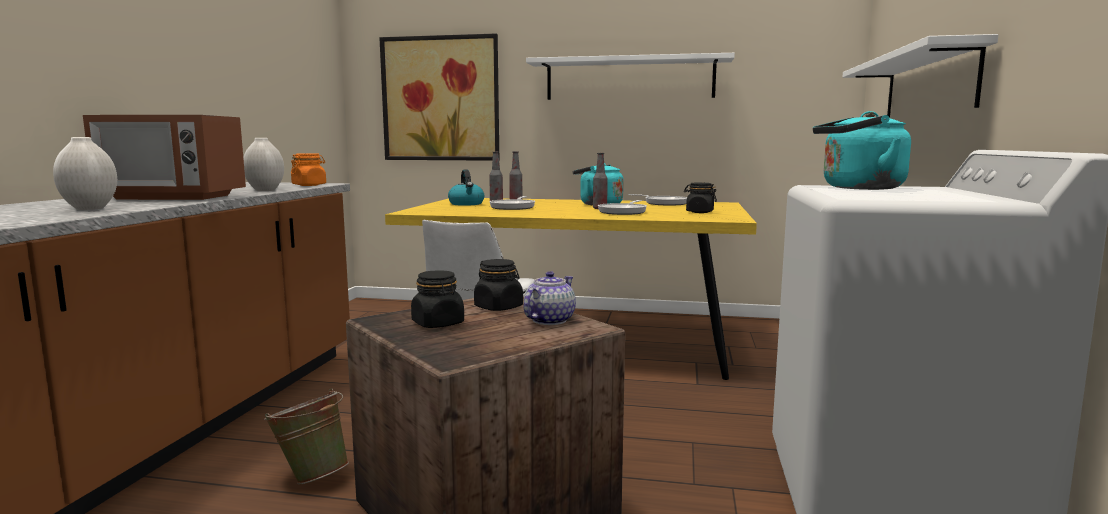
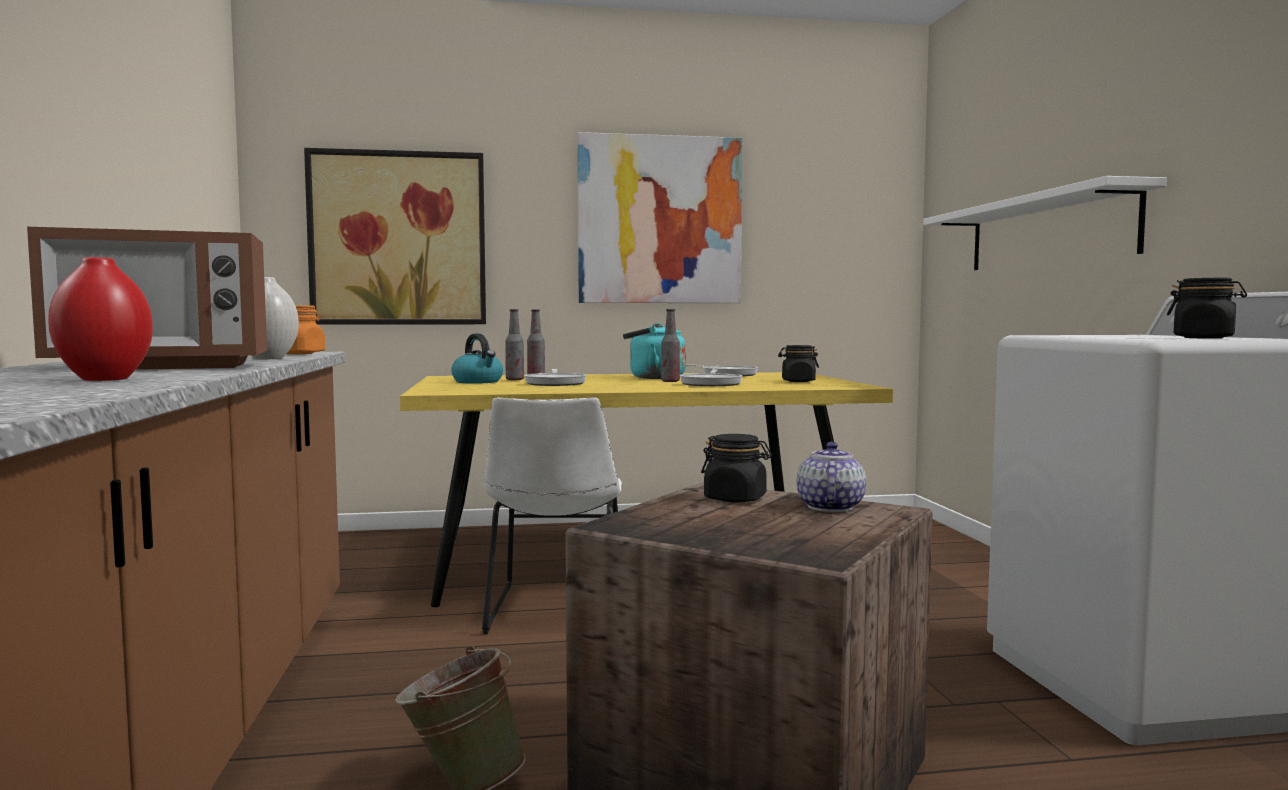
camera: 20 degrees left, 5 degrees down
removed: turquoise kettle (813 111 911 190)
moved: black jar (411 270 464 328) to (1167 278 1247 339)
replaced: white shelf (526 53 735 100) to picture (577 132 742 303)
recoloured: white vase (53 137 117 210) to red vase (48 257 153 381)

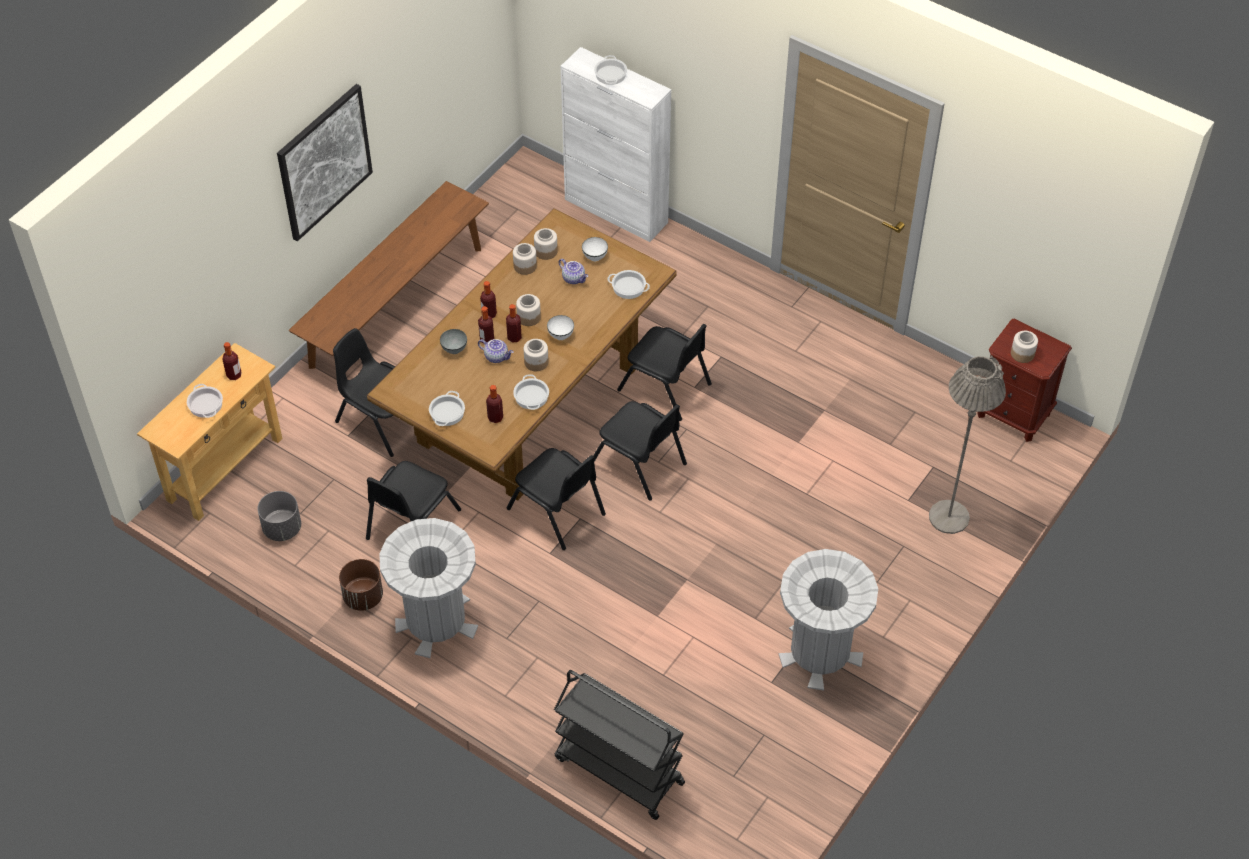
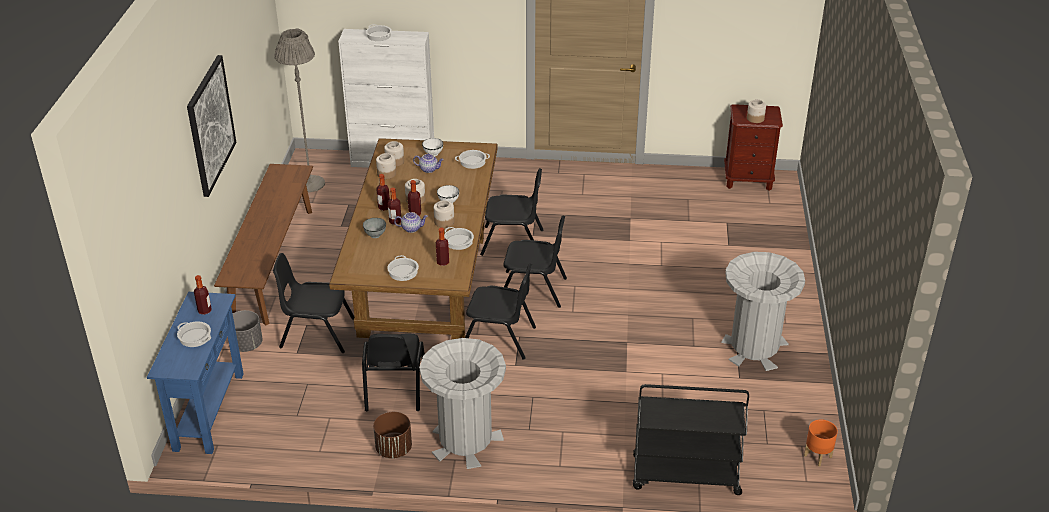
camera: 30 degrees left, 15 degrees down
added: orange planter (804 419 838 467)
moved: grey planter (257 491 301 541) to (233 310 263 352); grey floor lamp (929 355 1006 534) to (274 28 325 192)
recoloured: beige console table (137 343 282 521) to blue console table (147 292 244 454)

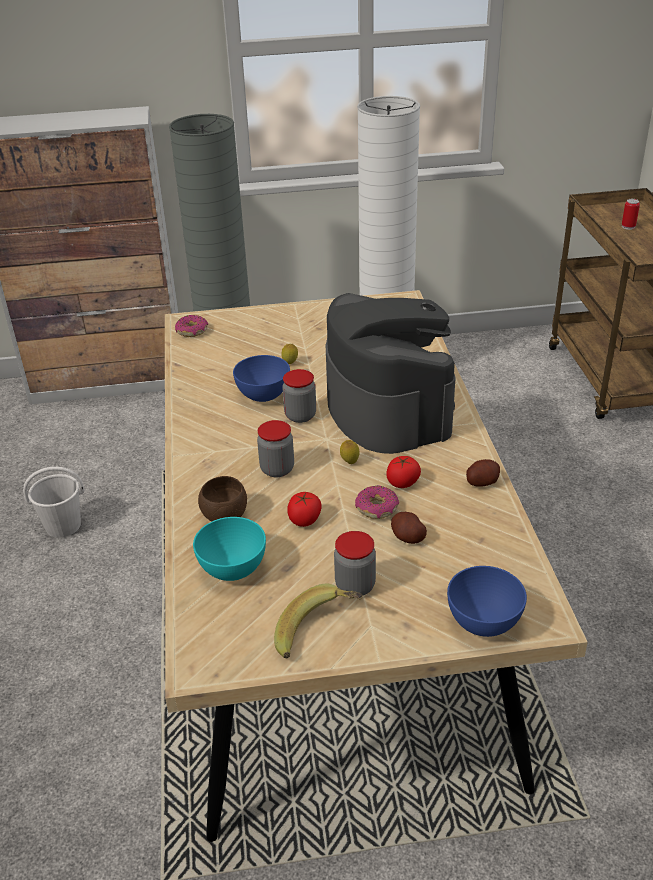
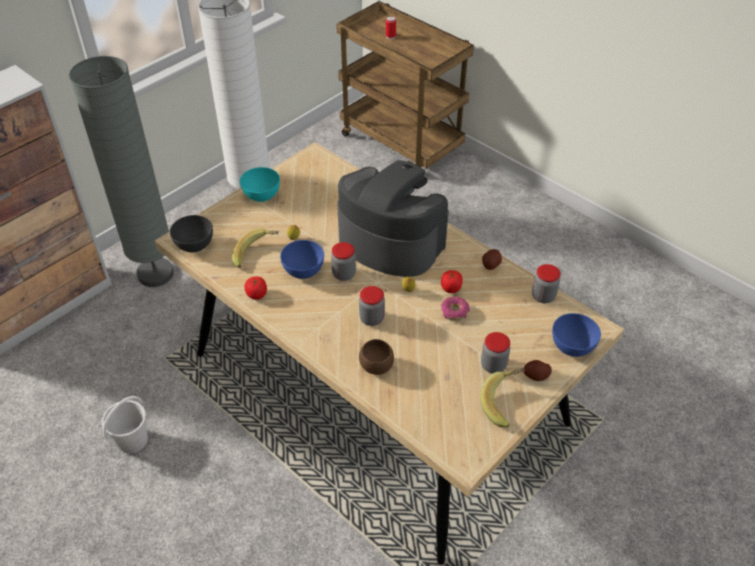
camera: 40 degrees left, 10 degrees up
added: banana (232 228 279 268); jar (532 264 561 303)
moved: turquoise bowl (193 517 266 581) to (240 167 280 202); tomato (287 492 322 527) to (245 276 267 300); potato (391 512 427 544) to (524 360 552 381)
replaced: donut (175 315 208 337) to grey bowl (170 215 213 252)

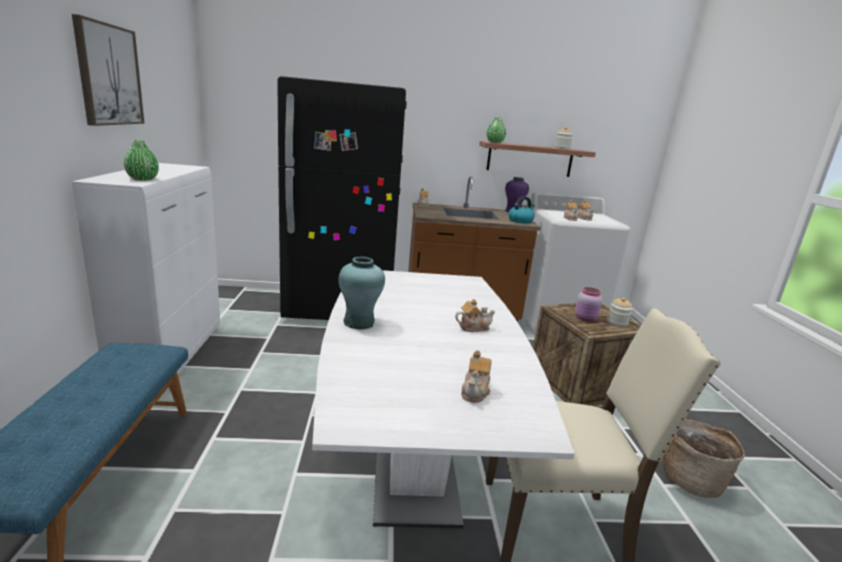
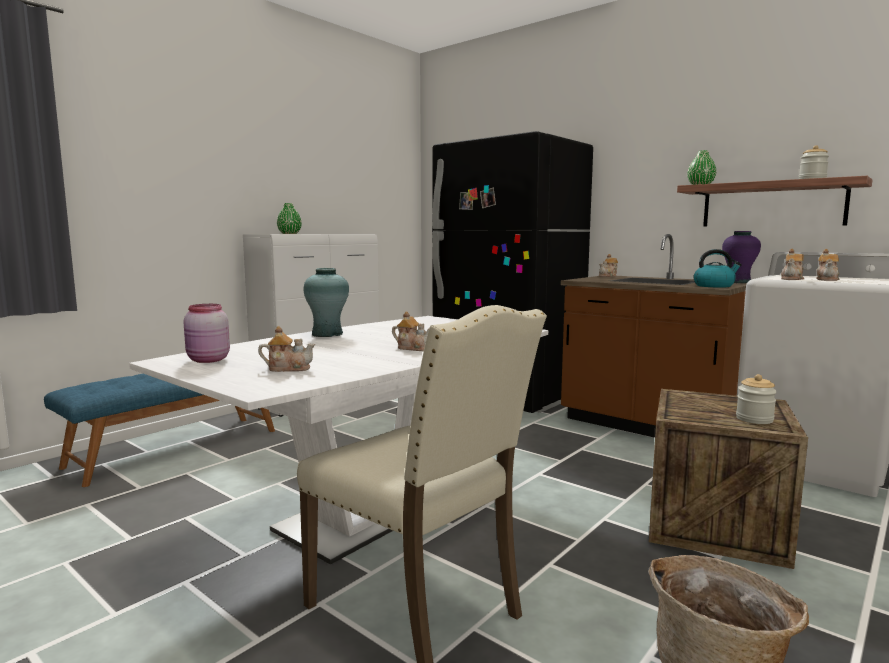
camera: 45 degrees right, 10 degrees down
removed: picture (72 14 145 126)
moved: pink jar (575 287 602 322) to (184 304 230 363)
turned: teapot (461 350 492 403) = (258 326 315 372) 150 degrees counterclockwise

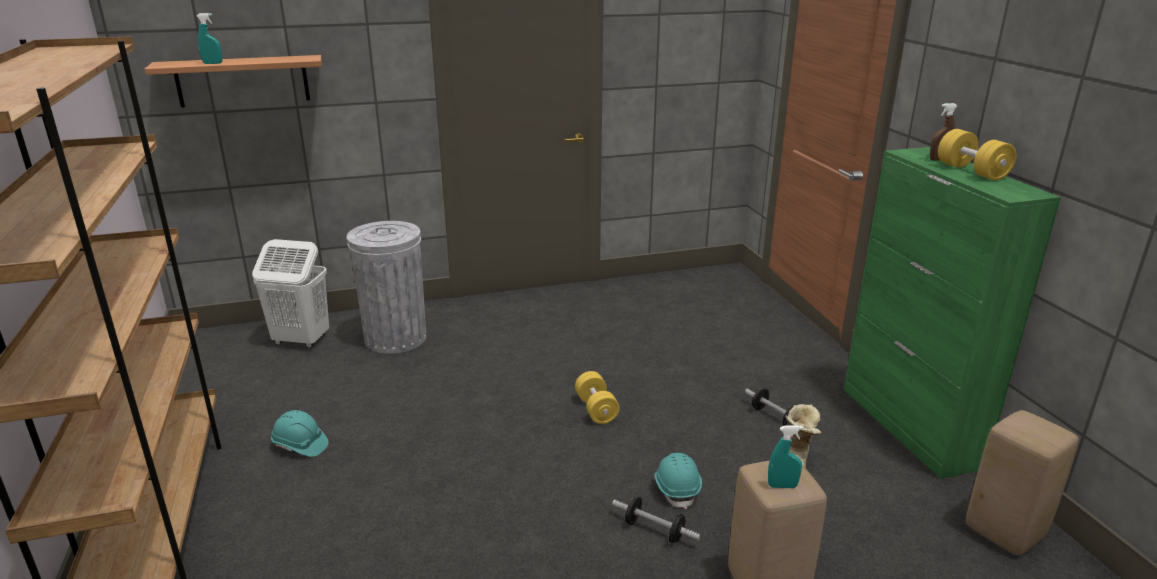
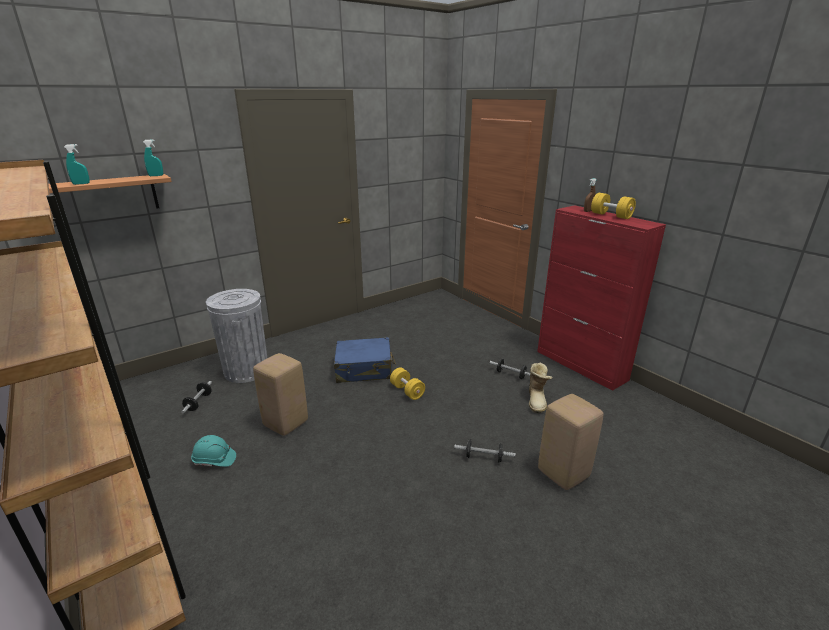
camera: 20 degrees left, 0 degrees up
removed: white laundry basket (252 239 329 348); turquoise hard hat (654 453 702 509)
added: dumbbell (181 381 212 413); blue suitcase (334 337 396 383)
moved: turquoise spray bottle (768 425 804 488) to (143 140 163 176); beige stool (966 410 1079 555) to (253 353 308 436)
recoloured: green cabinet (844 147 1061 479) to red cabinet (537 205 666 391)

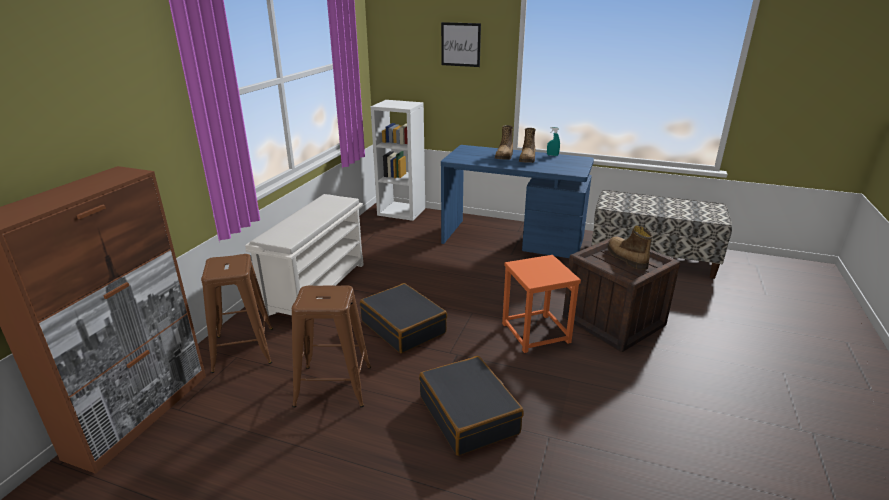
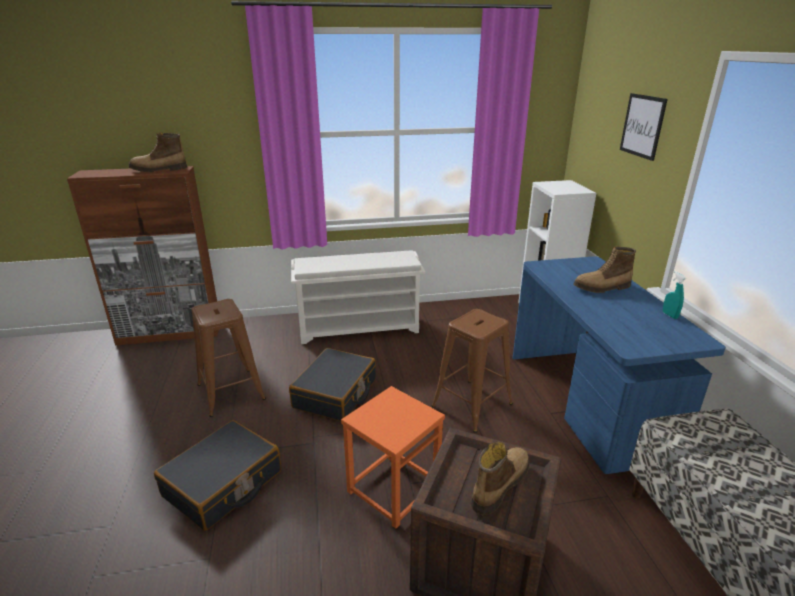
camera: 60 degrees right, 0 degrees up
moved: boot (519 128 536 163) to (129 132 187 172); brown stool (201 254 273 373) to (431 309 513 433)

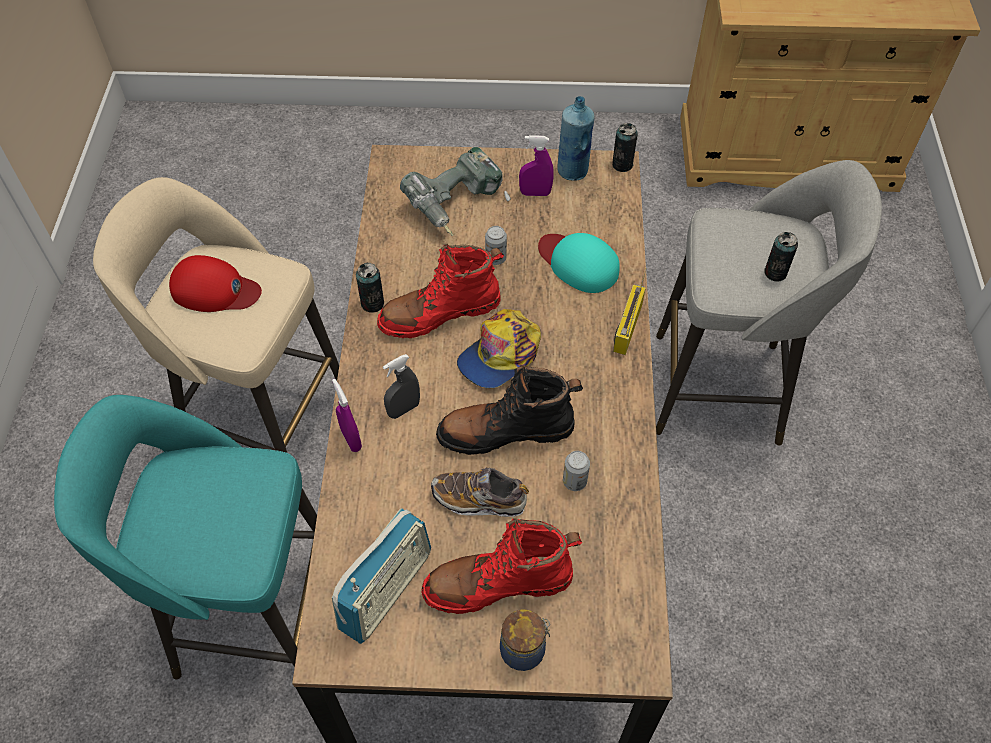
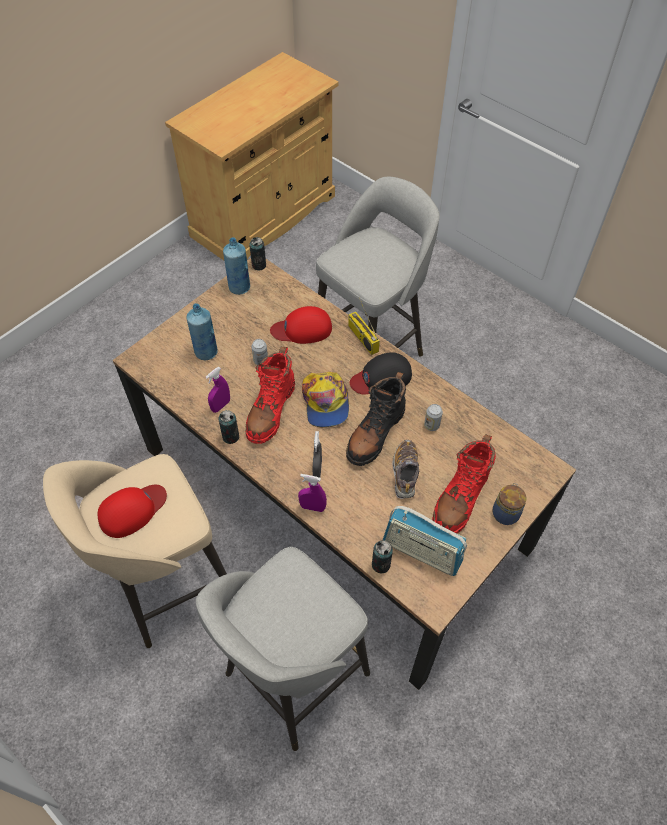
camera: 50 degrees left, 0 degrees up
added: black cap (350 352 412 395)
moved: purple spray bottle (519 135 554 196) to (206 367 230 413); can (764 232 798 281) to (372 540 393 573)
replaced: power drill (400 147 511 236) to blue bottle (187 303 218 360)
recoloured: turquoise stool (54 395 317 679) to grey stool (196 547 370 751); turquoise cap (538 233 620 293) to red cap (270 306 332 344)
turned: radio (332 508 431 644) = (383 506 467 576) 135 degrees clockwise; shoe (431 467 529 517) = (392 440 419 499) 135 degrees clockwise

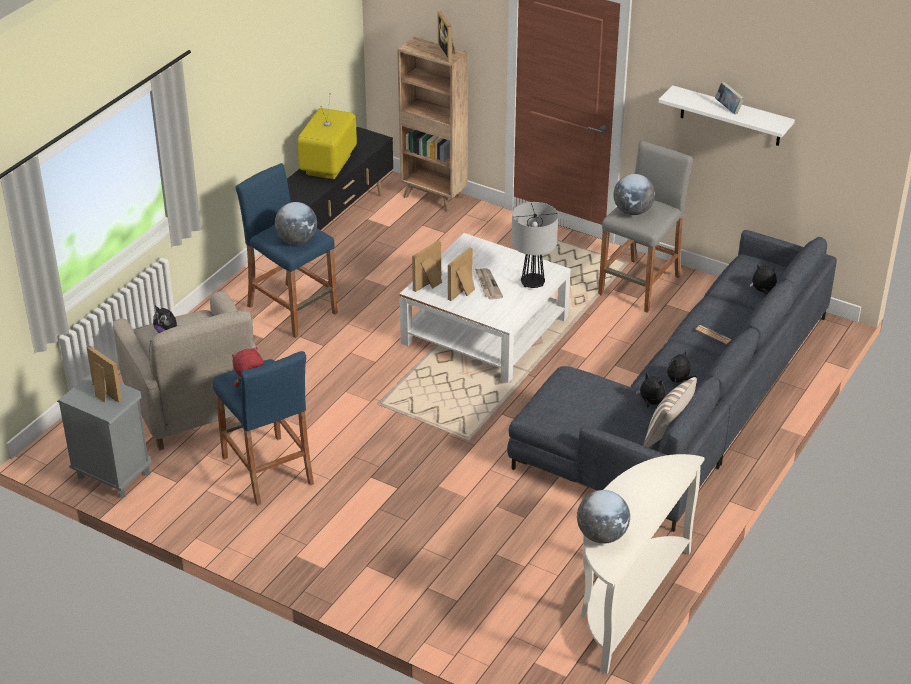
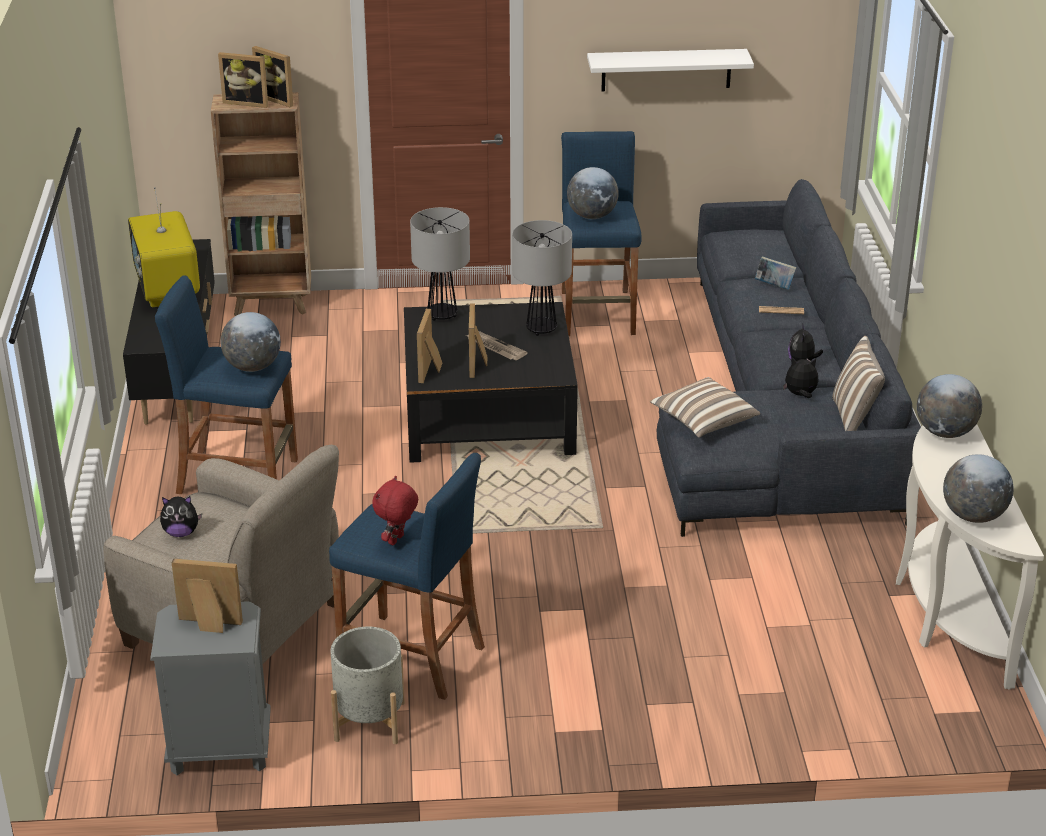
camera: 35 degrees left, 5 degrees down
removed: plush toy (750 264 777 294)
added: picture frame (218 52 268 108); grey planter (330 627 405 744); table lamp (410 207 470 321); pillow (650 377 760 438); globe (917 374 982 438)
moved: book (715 82 744 114) to (755 256 796 290)
recoloured: white coffee table (399 233 571 383) to black coffee table (404 302 578 463); grey stool (598 140 693 313) to blue stool (561 131 642 336)

